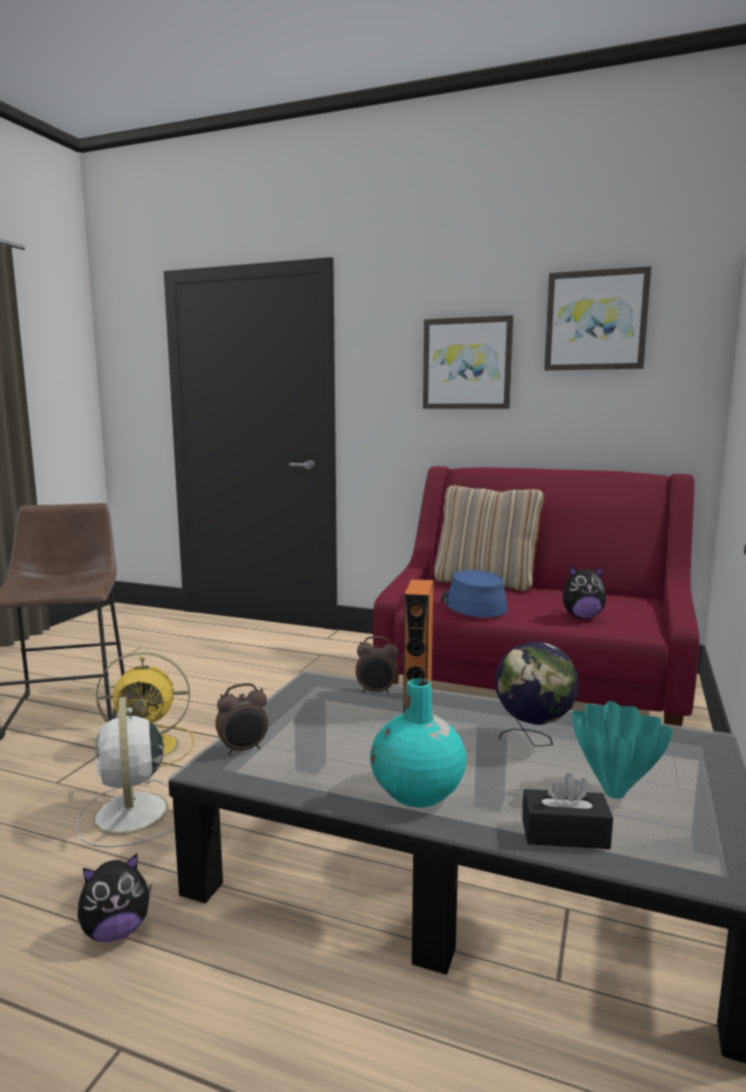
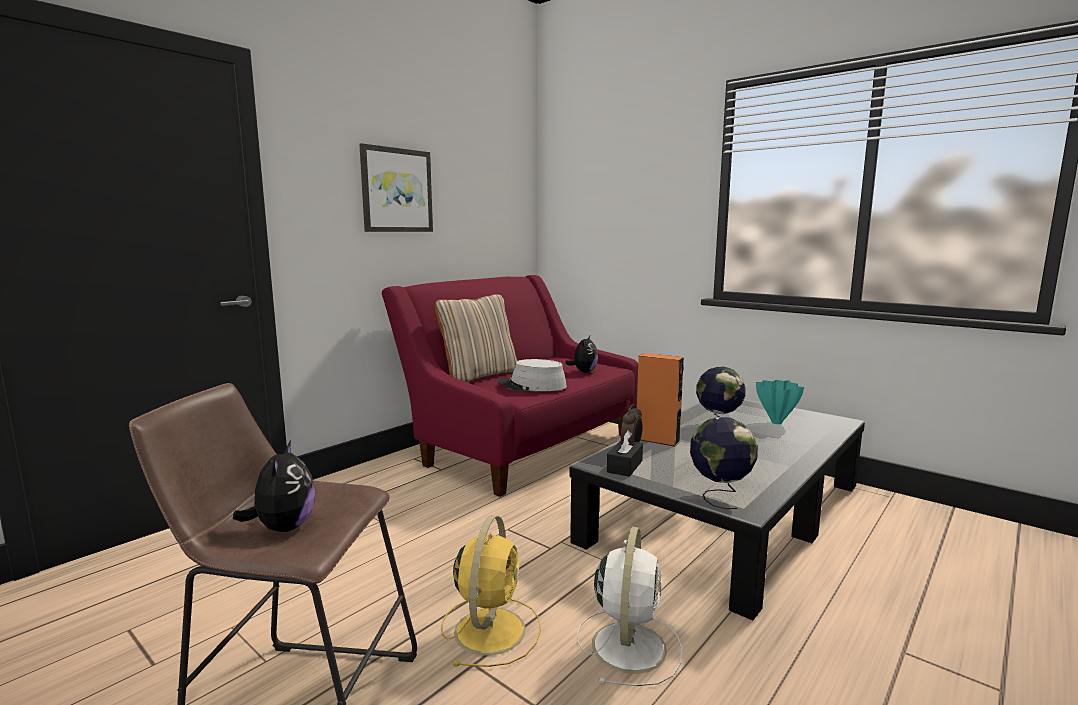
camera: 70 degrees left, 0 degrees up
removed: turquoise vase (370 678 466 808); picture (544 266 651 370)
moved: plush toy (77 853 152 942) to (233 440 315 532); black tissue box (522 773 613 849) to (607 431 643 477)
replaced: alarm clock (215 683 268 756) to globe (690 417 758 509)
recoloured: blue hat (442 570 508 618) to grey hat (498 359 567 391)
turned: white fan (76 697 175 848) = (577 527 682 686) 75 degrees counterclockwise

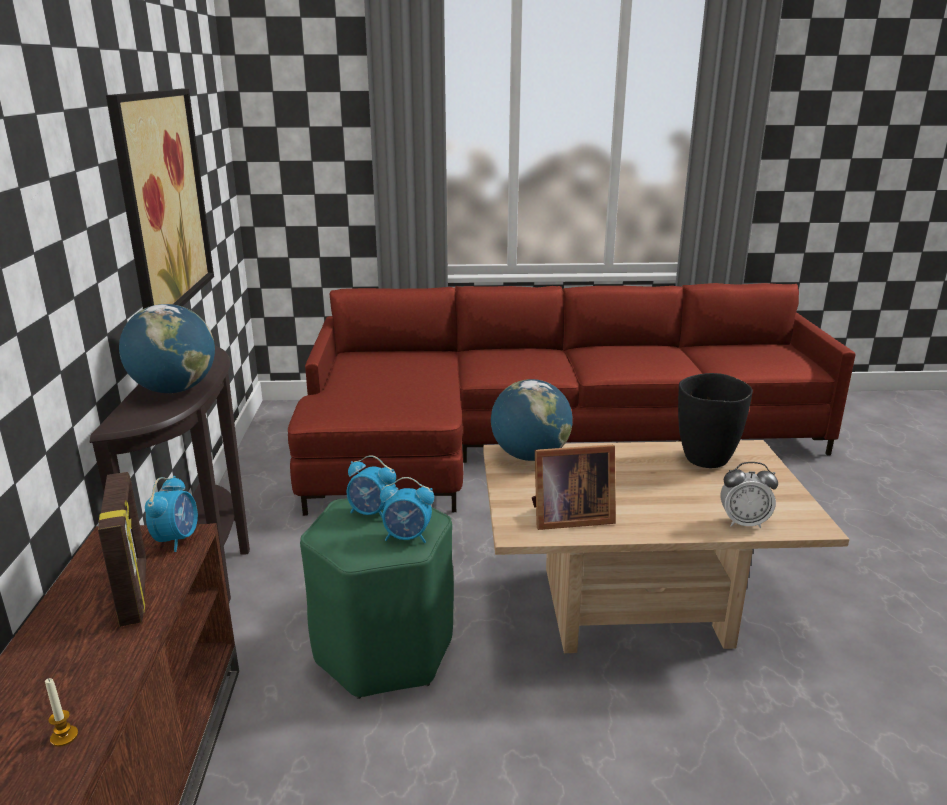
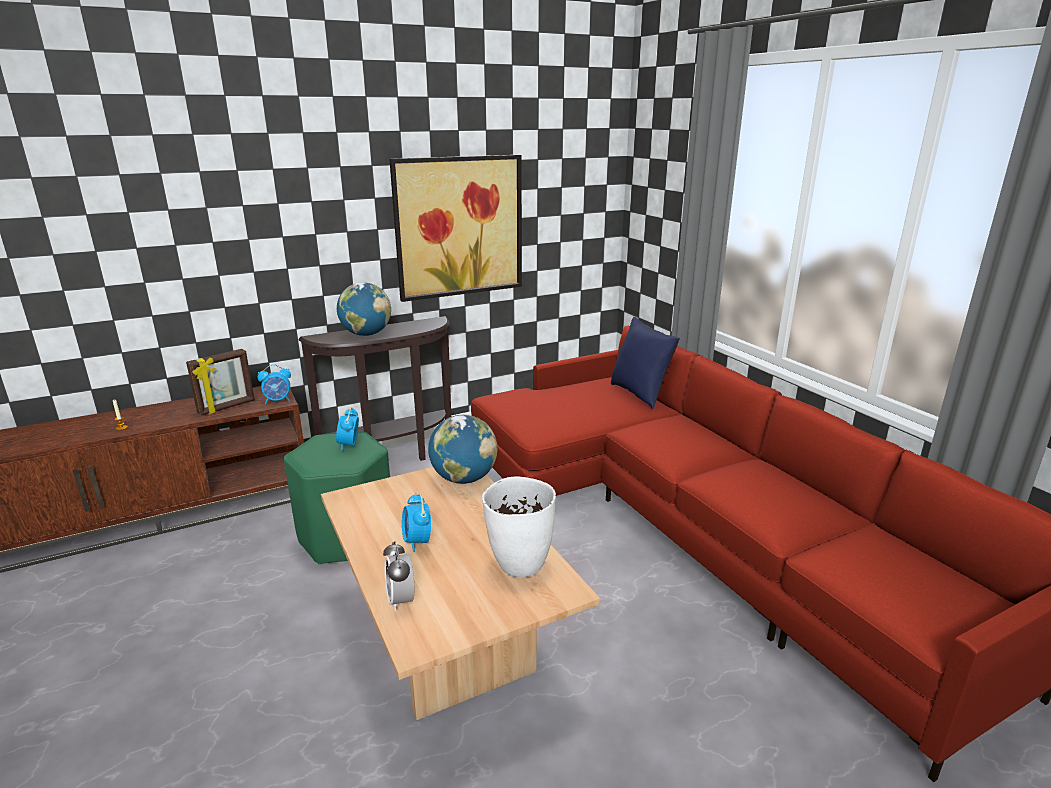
camera: 65 degrees right, 0 degrees up
removed: picture frame (532 445 616 530)
added: blue pillow (611 317 680 409)
moved: alarm clock (380 477 434 543) to (402 493 431 552)
recoloured: black vase (678 373 753 468) to white vase (482 476 556 578)

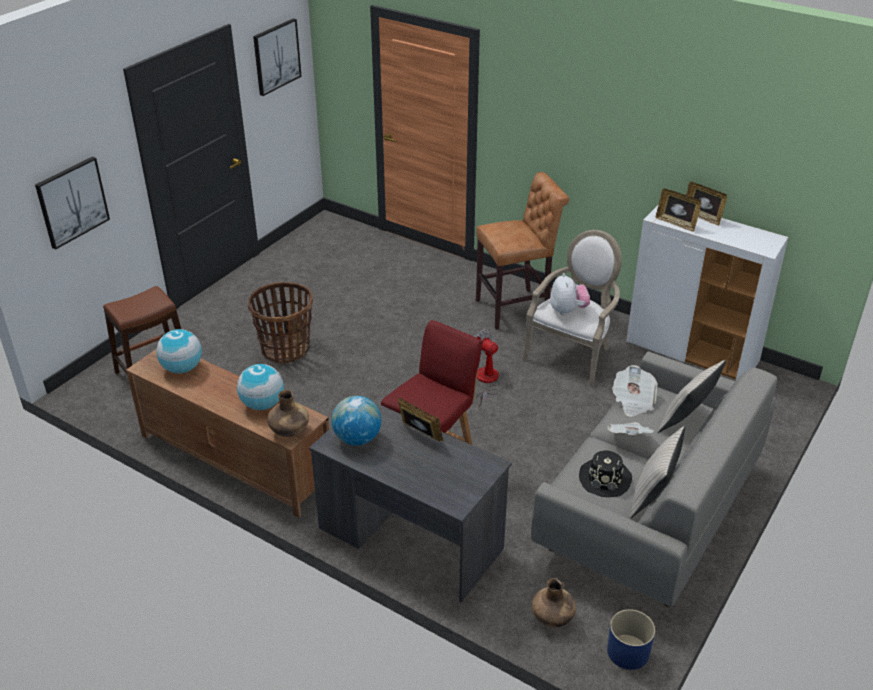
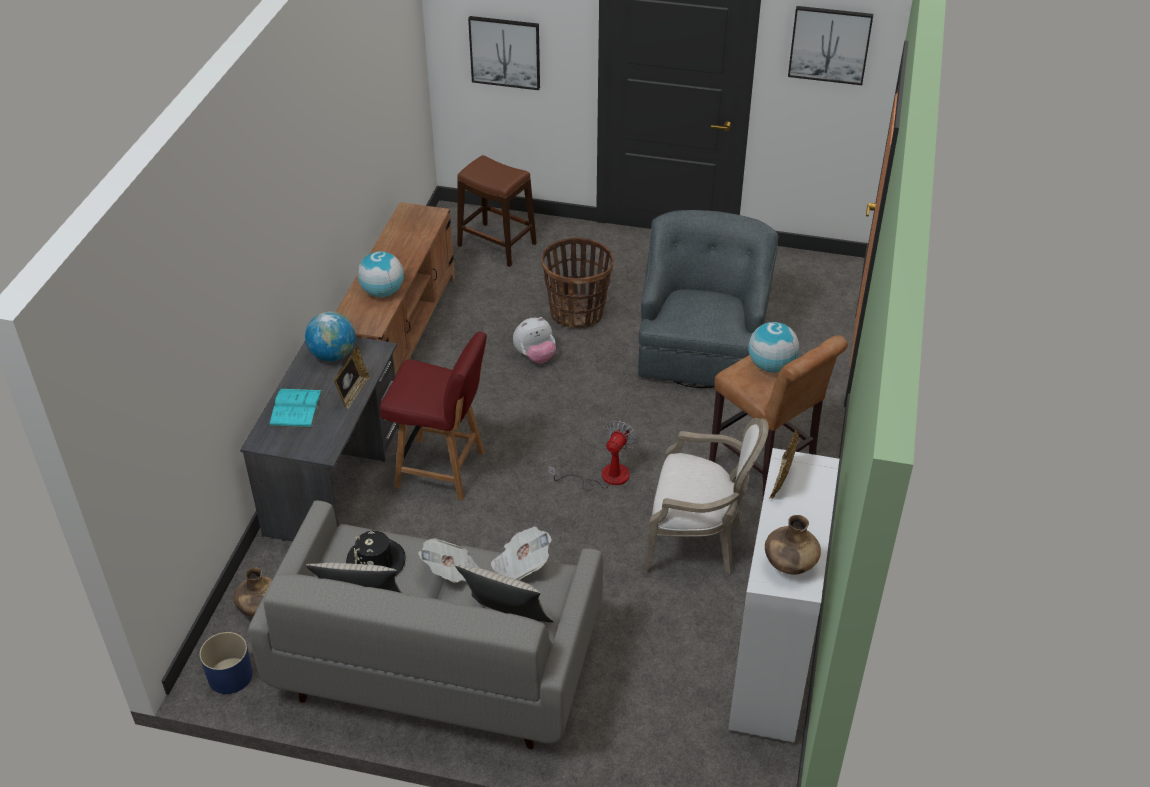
camera: 70 degrees right, 5 degrees up
removed: picture frame (686 182 727 226)
added: turquoise book (269 389 323 428); grey armchair (638 210 778 388)
moved: plush toy (550 273 590 315) to (513 317 556 363); globe (156 329 202 373) to (748 322 799 373); brown vase (267 390 309 437) to (765 515 821 575)

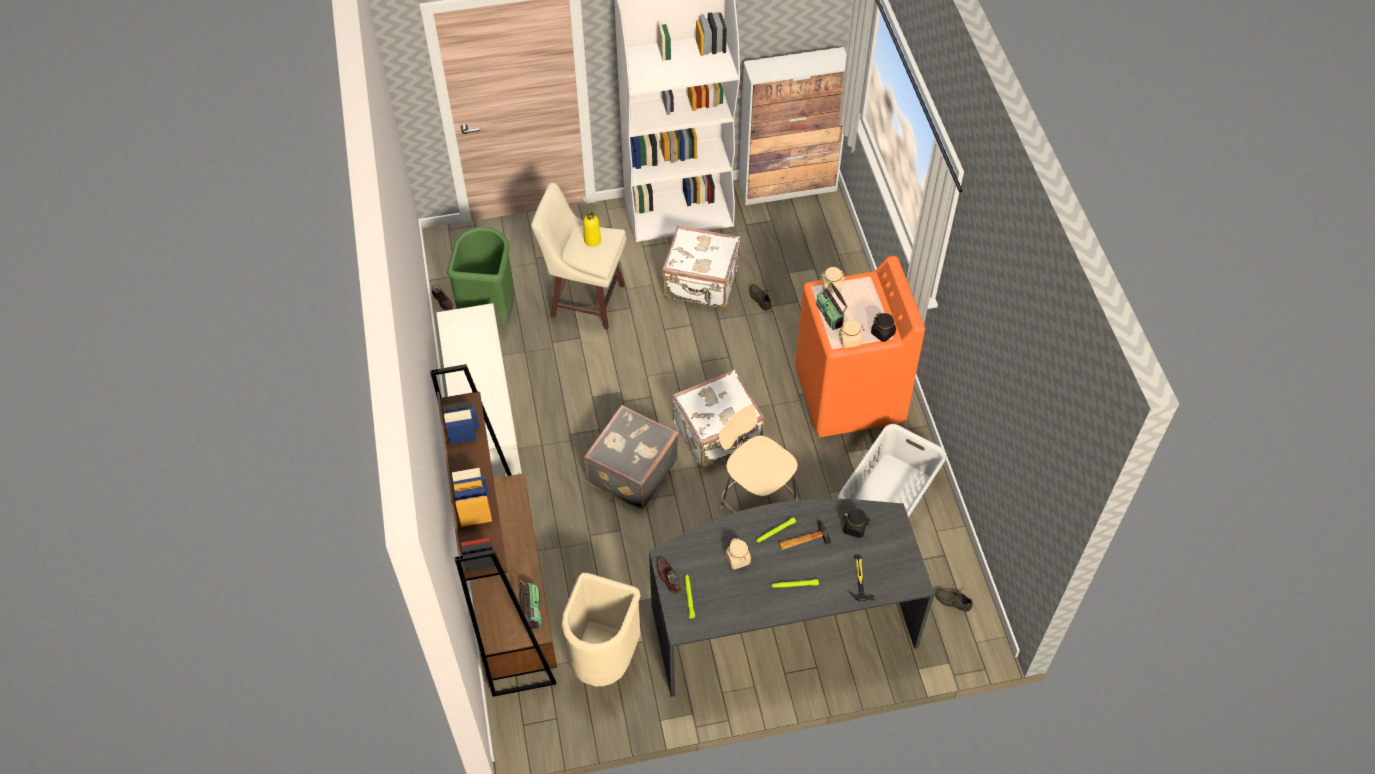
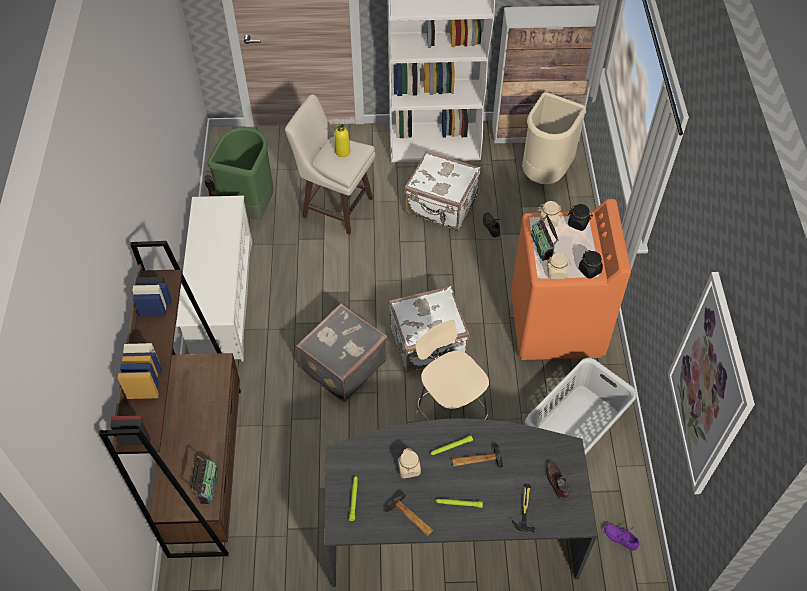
camera: 10 degrees right, 0 degrees up
added: hammer (385 491 434 537); picture (668 272 755 494)
moved: beige trash can (562 573 641 686) to (522 92 586 184); brown shoe (657 558 681 594) to (547 462 568 500); black jar (842 509 871 538) to (568 204 593 231)
recoloured: grey shoe (935 587 973 611) to purple shoe (604 524 639 550)

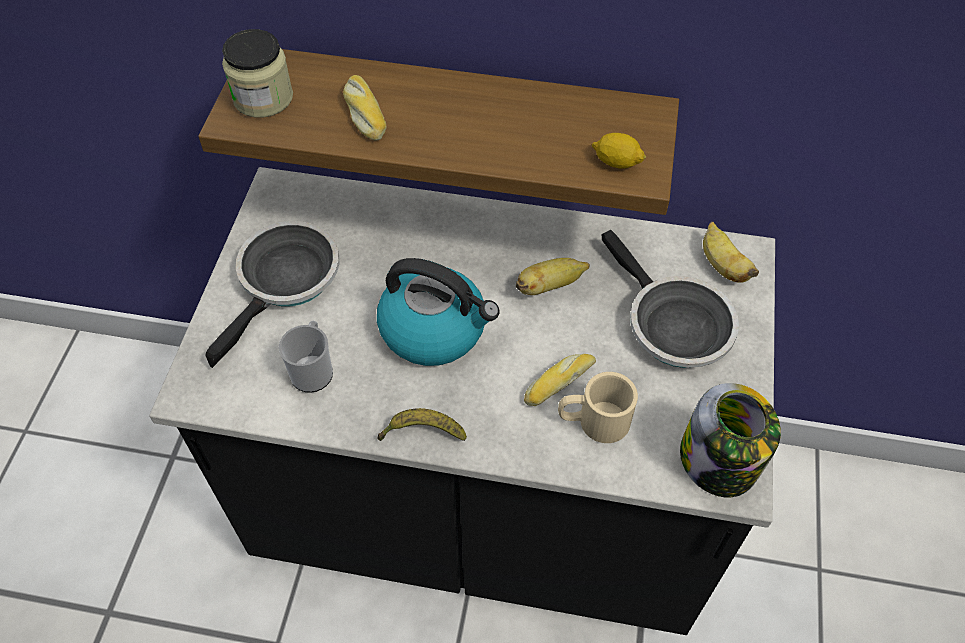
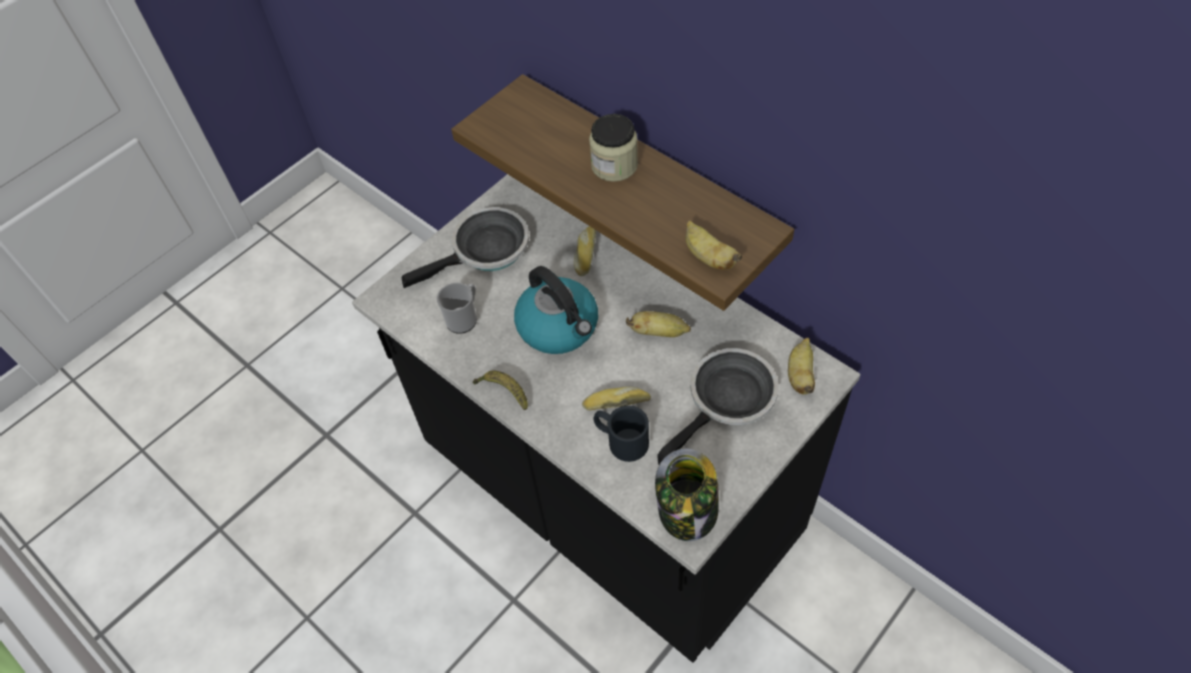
camera: 35 degrees right, 0 degrees up
moved: bread (343 75 387 140) to (574 226 596 276); jar (222 29 293 118) to (589 114 638 182)
replaced: lemon (592 133 646 169) to banana (685 220 742 270)
recoloured: beige mug (558 372 638 443) to black mug (594 405 649 462)
turned: frying pan (602 230 739 368) = (657 348 779 465) 135 degrees counterclockwise

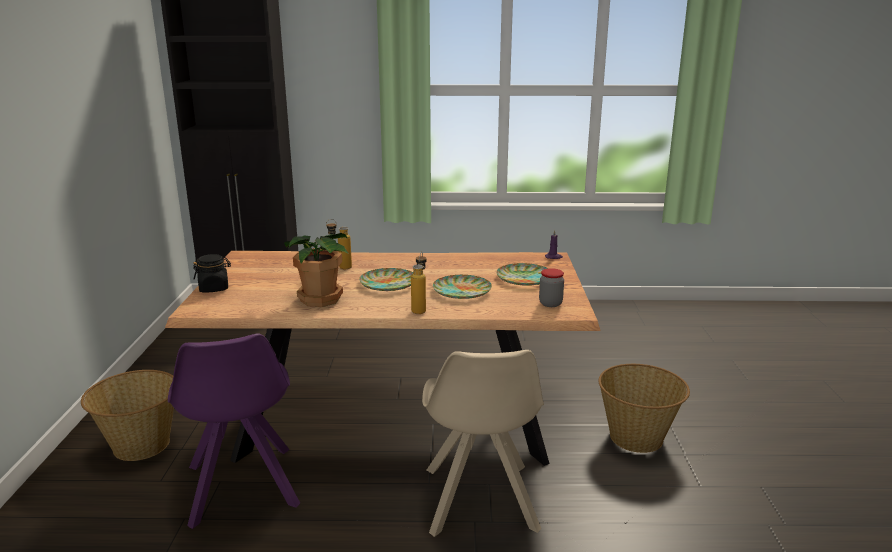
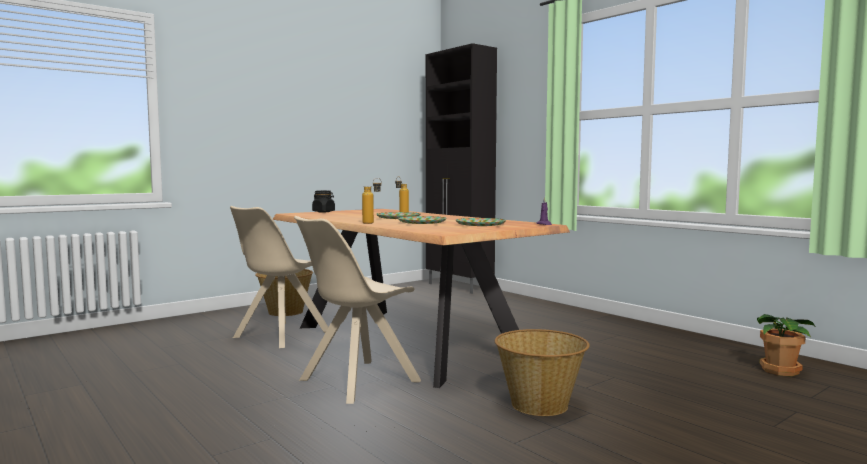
camera: 50 degrees right, 15 degrees down
removed: jar (539 268 564 307)
moved: potted plant (284 233 349 307) to (757 314 815 376)
recoloured: purple chair (168 333 300 529) to beige chair (230 206 328 348)

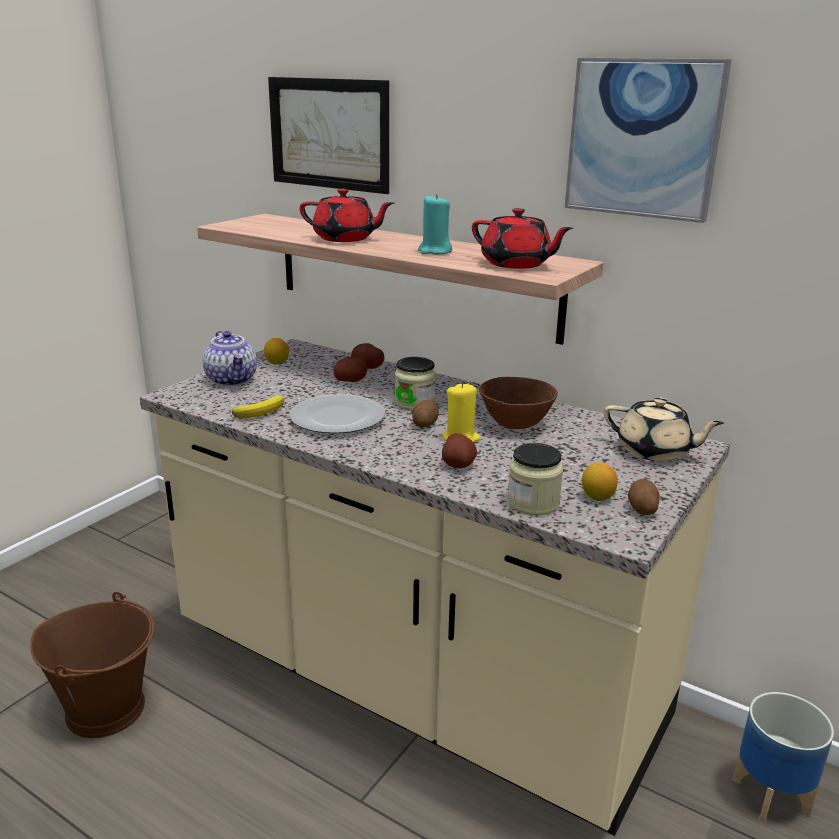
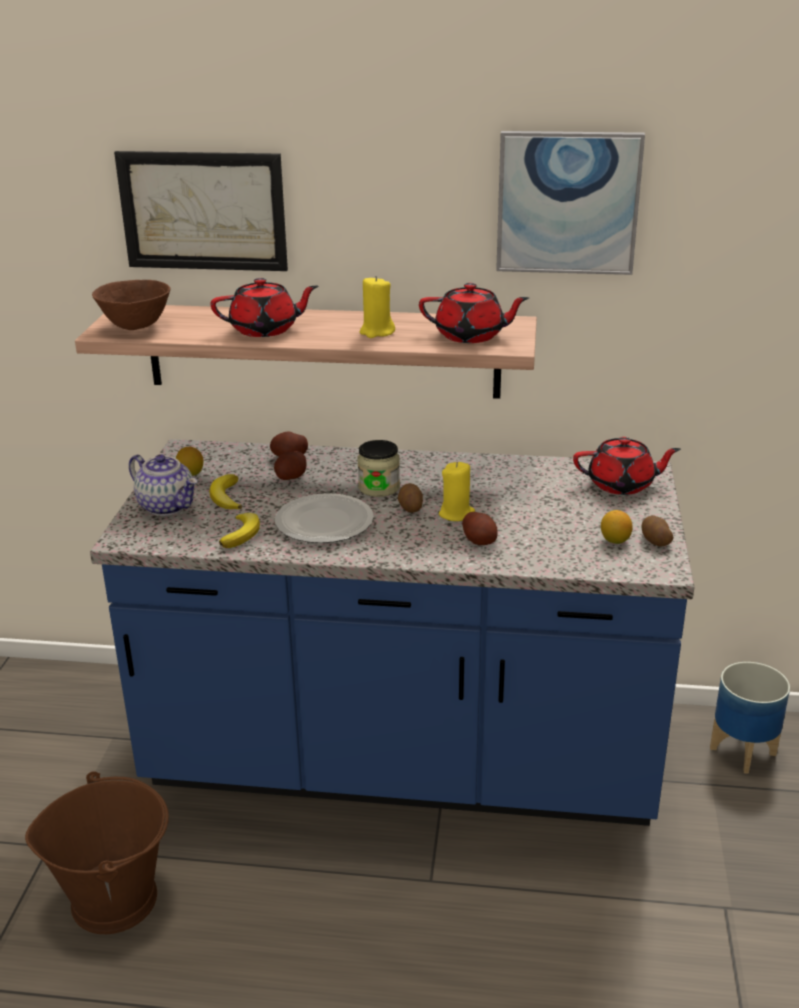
camera: 25 degrees left, 5 degrees up
removed: jar (507 443 563 515)
added: banana (209 474 242 509)
moved: brown bowl (479 377 558 429) to (92 280 170 330)
recoloured: beige counter (140 339 730 836) to blue counter (90 439 694 826); turquoise candle (418 194 452 254) to yellow candle (360 276 395 338); beige teapot (604 397 724 461) to red teapot (573 437 681 495)

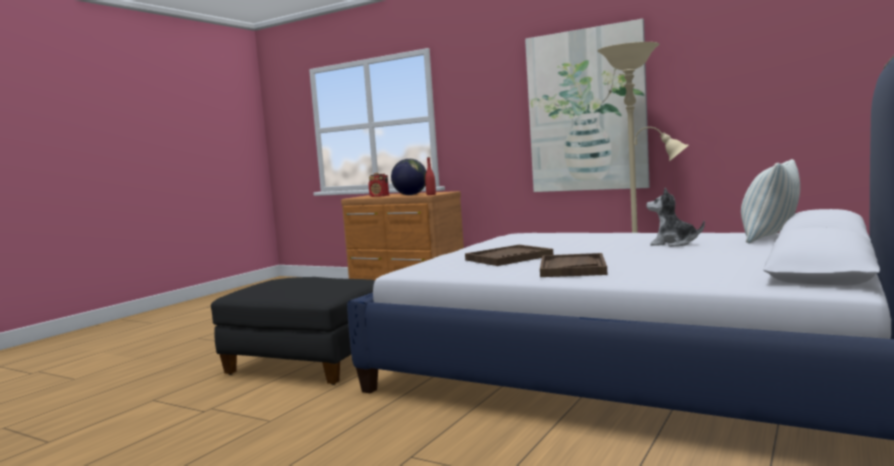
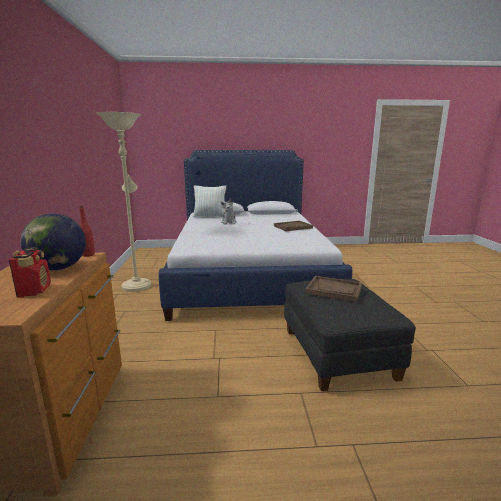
camera: 125 degrees left, 10 degrees up
removed: picture (525 19 650 192)
moved: brown tray (465 245 553 266) to (305 276 362 302)

